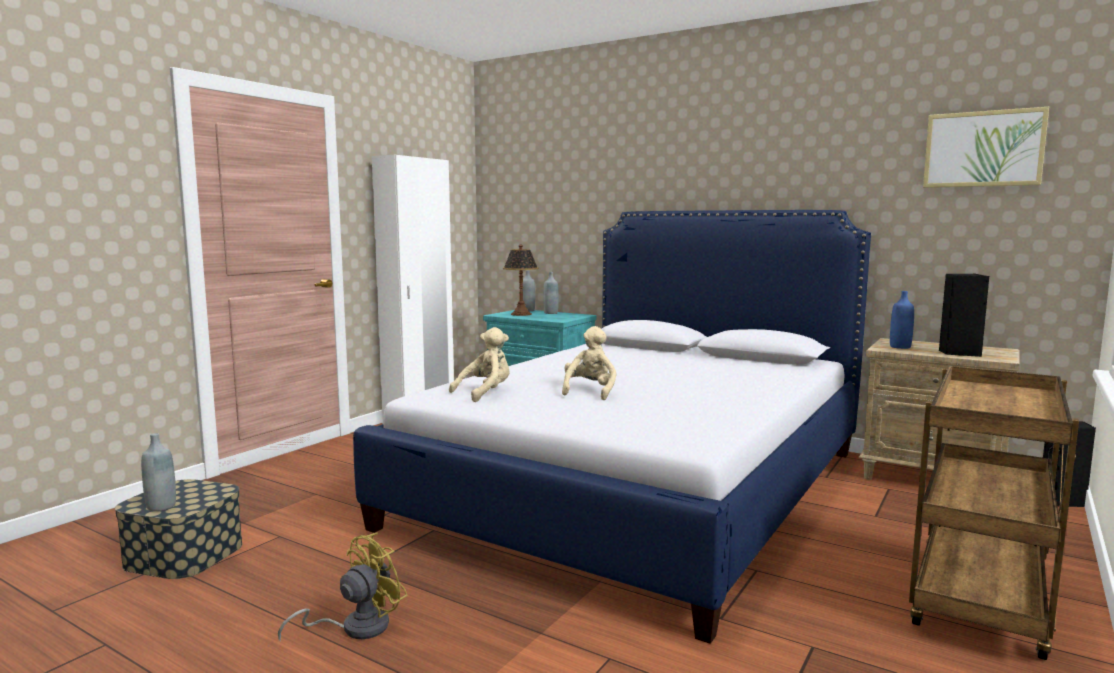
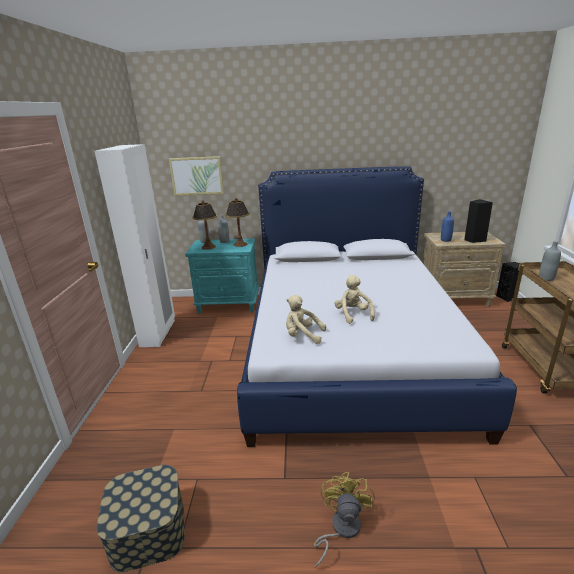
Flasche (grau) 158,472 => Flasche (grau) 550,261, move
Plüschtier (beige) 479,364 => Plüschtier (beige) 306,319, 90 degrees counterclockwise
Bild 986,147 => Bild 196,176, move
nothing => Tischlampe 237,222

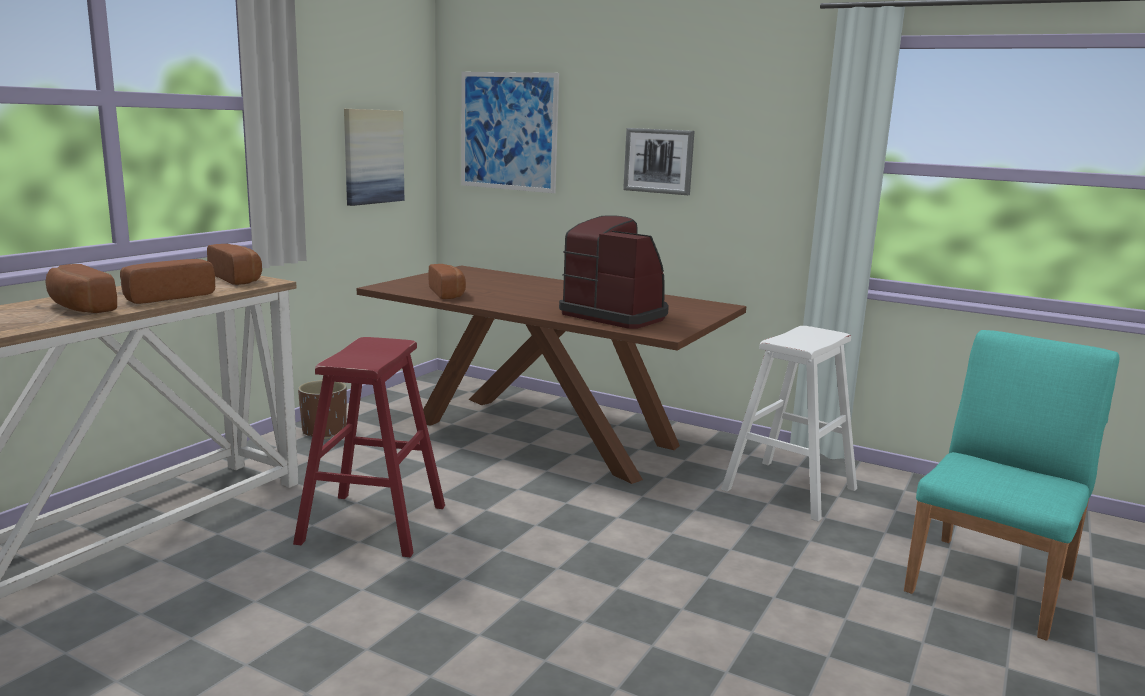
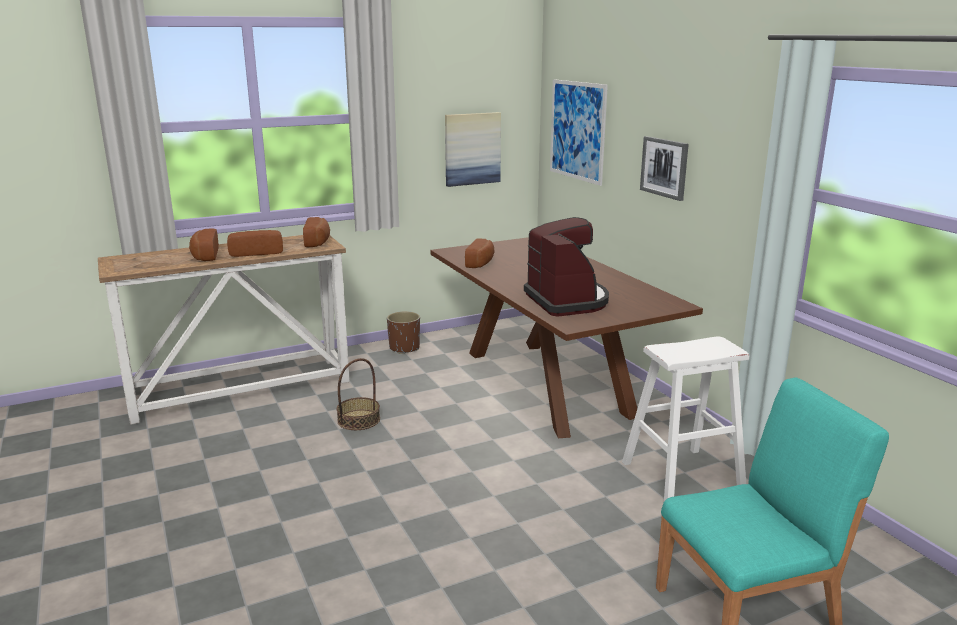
Hocker (rot) 369,447 => Korb 358,394

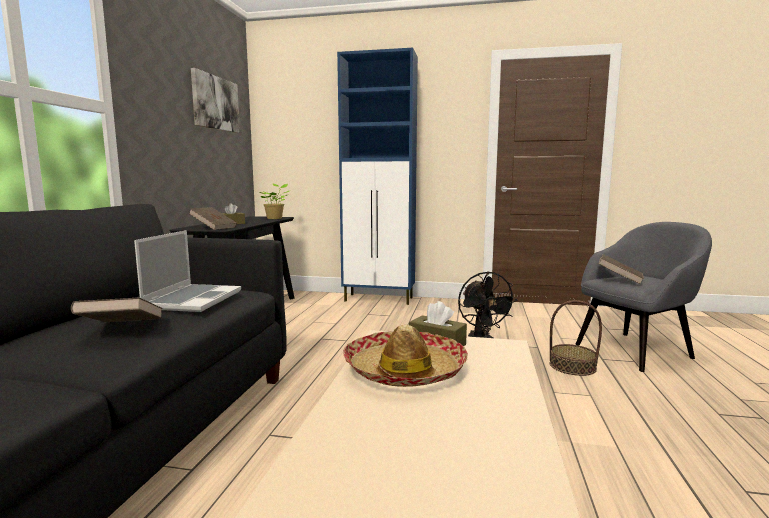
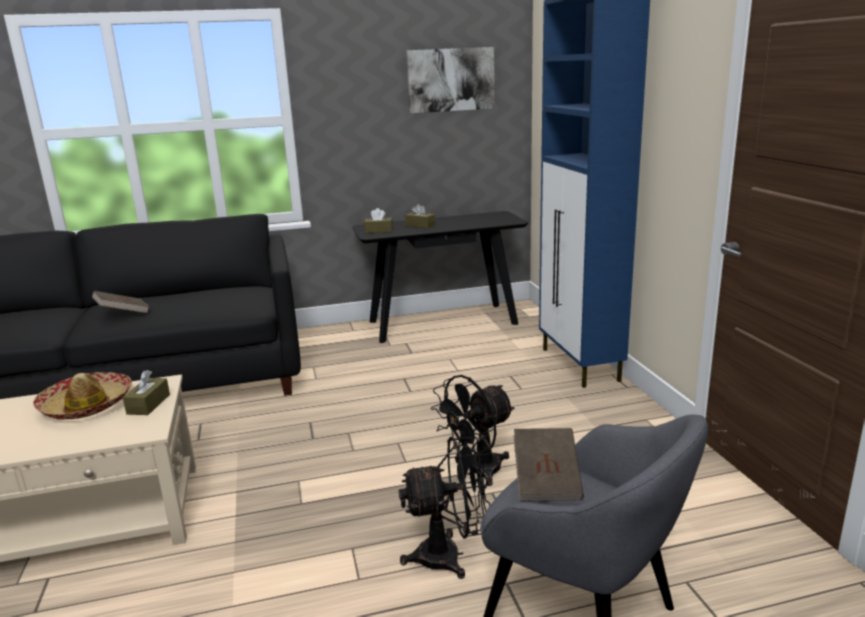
Laptop 187,271 => nothing
Buch (braun) 213,218 => Taschentuchbox (braun) 378,221
Topfpflanze 274,201 => nothing
Korb 576,338 => Ventilator (schwarz) 444,507

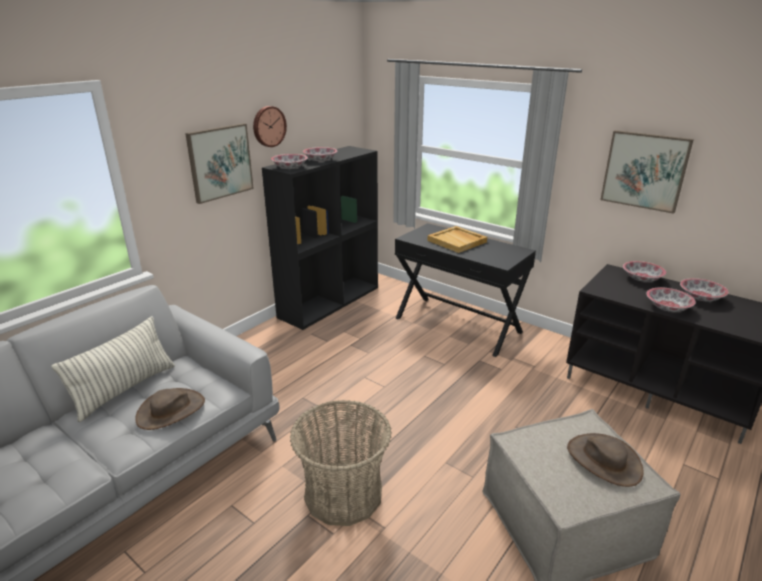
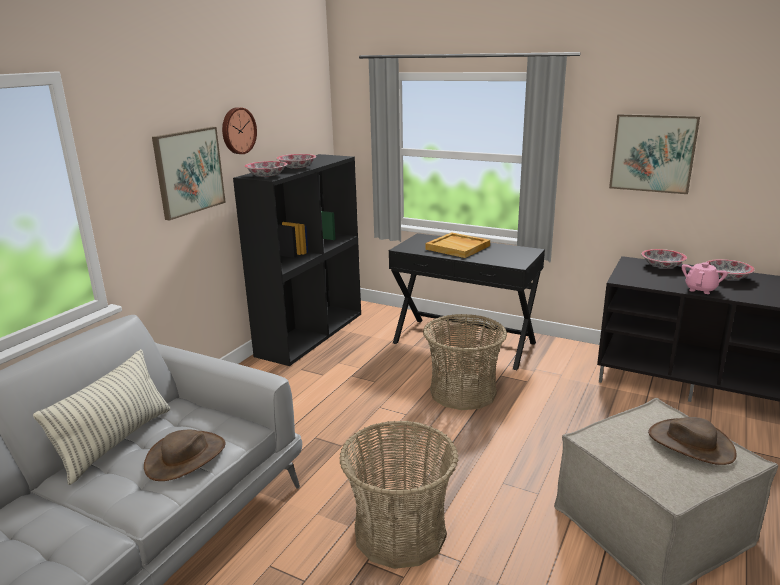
Schüssel 671,299 => Teekanne (rosa) 704,278
nothing => Korb 465,362

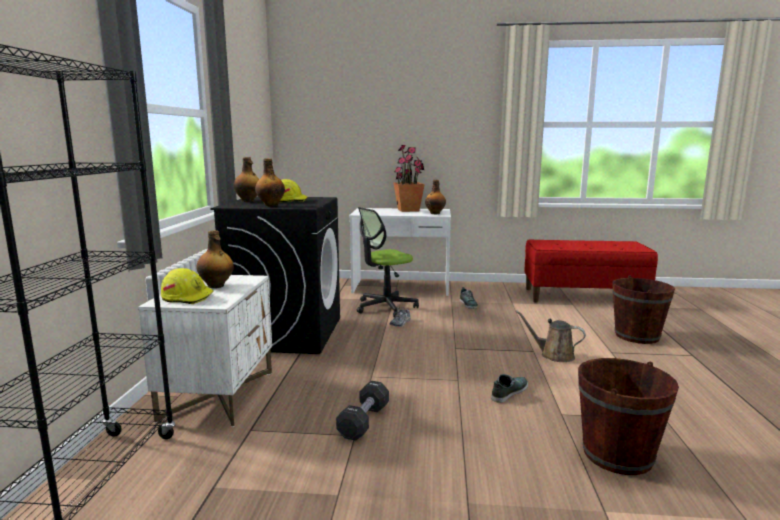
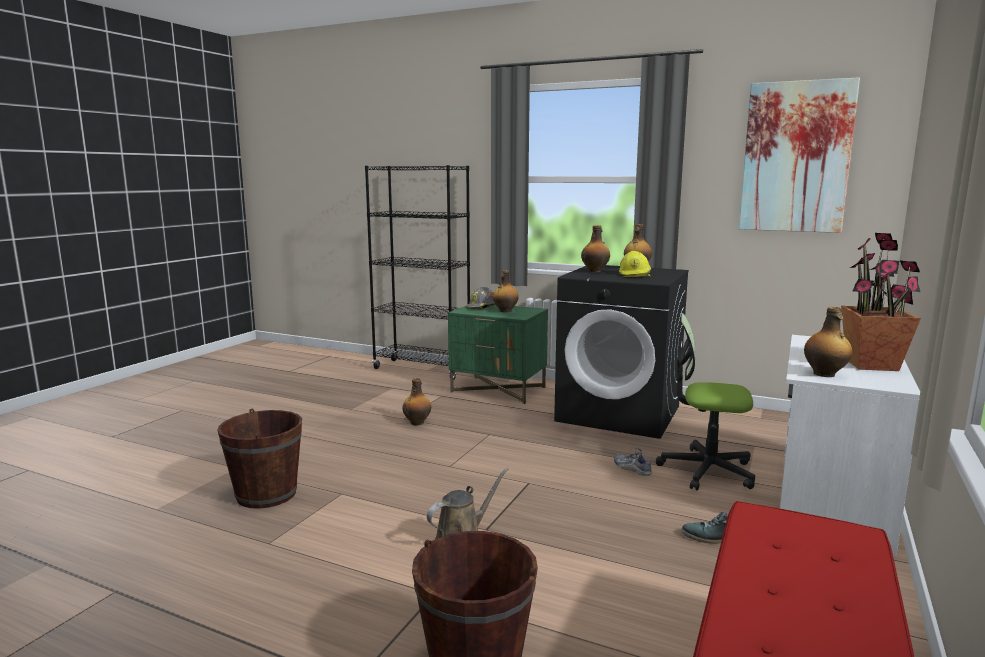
Nachttisch (weiß) 205,350 => Nachttisch (grün) 498,354
Schutzhelm (gelb) 187,286 => Schutzhelm (grau) 480,298
Hantel (schwarz) 362,411 => Flasche 416,402
Bürostuhl 388,262 => Bürostuhl 705,401, 60 degrees counterclockwise
Schuh 509,388 => nothing
nothing => Bild 799,155

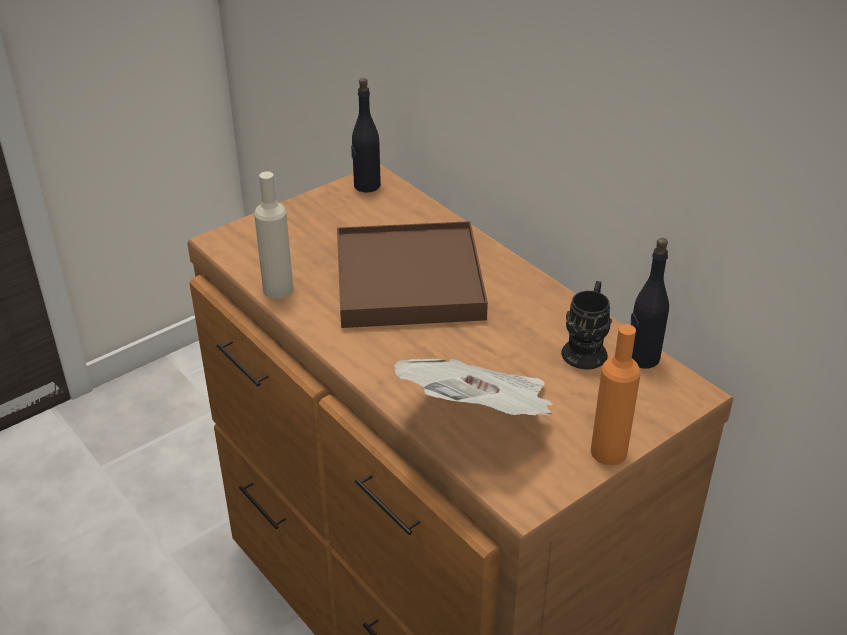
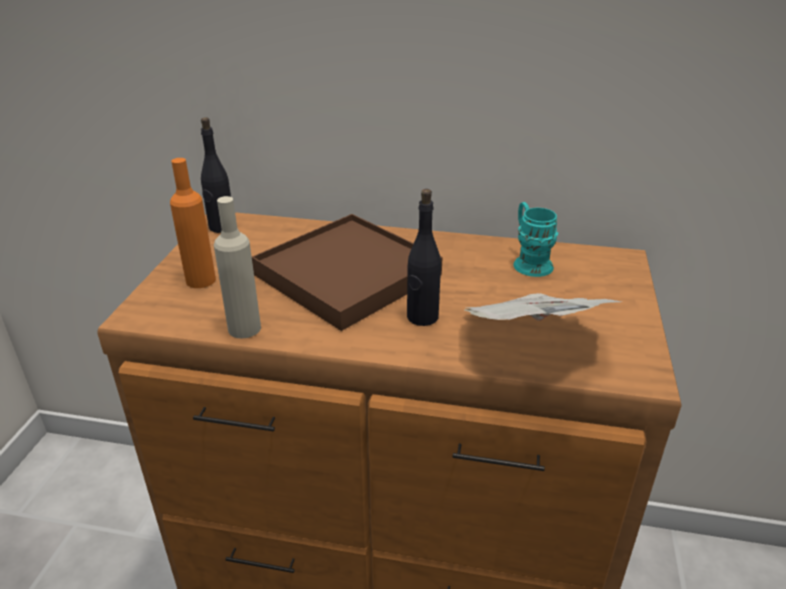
Henkelbecher (schwarz) 586,325 => Henkelbecher (türkis) 535,239
Flasche (orange) 616,394 => Flasche (orange) 193,223, move
Flasche (schwarz) 650,303 => Flasche (schwarz) 424,257, move

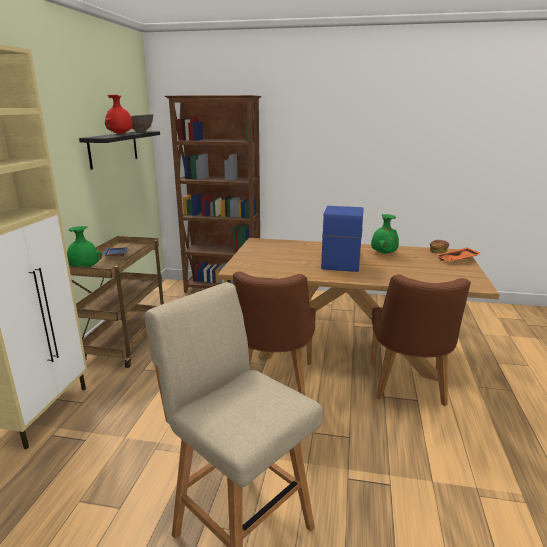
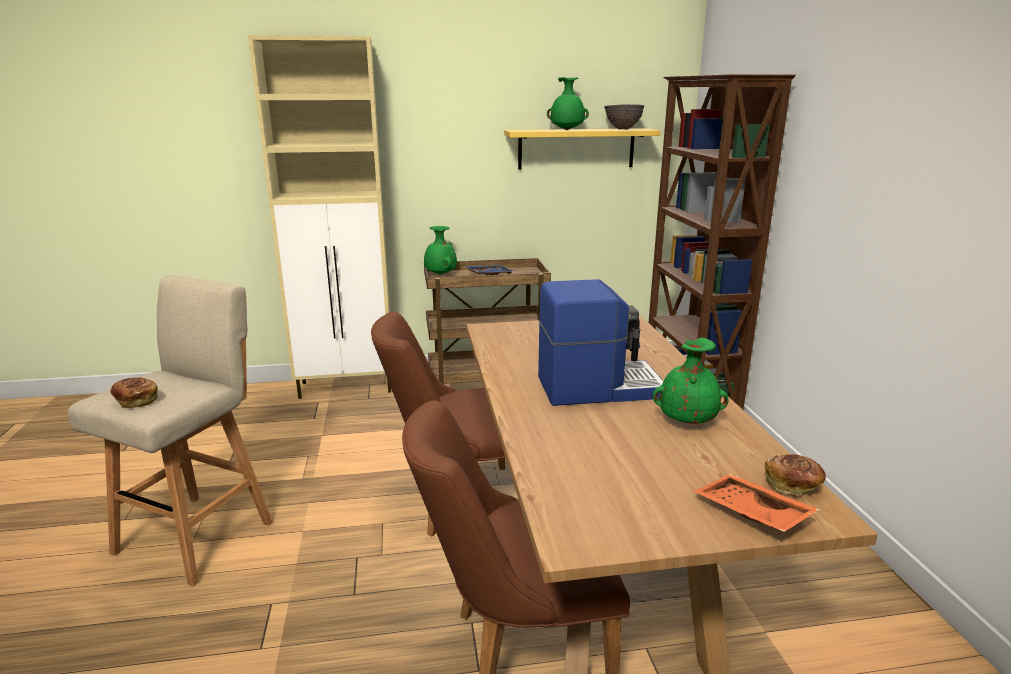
Wandregal (schwarz) 119,150 => Wandregal (gelb) 582,148
Vase (rot) 118,115 => Vase (grün) 568,103
nothing => Brot 134,392

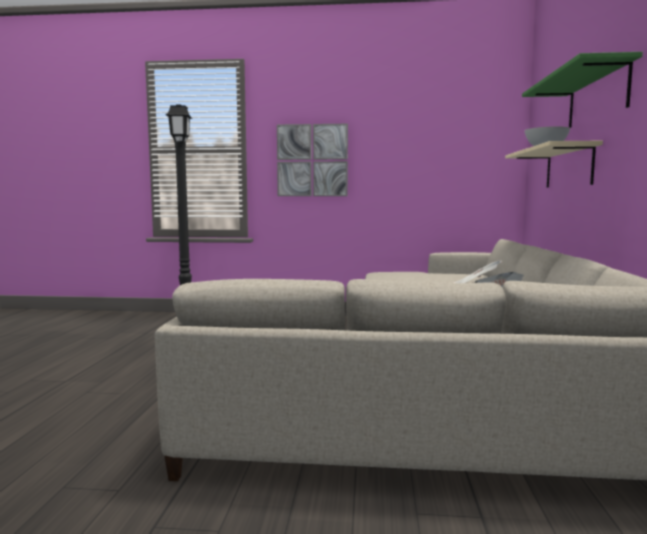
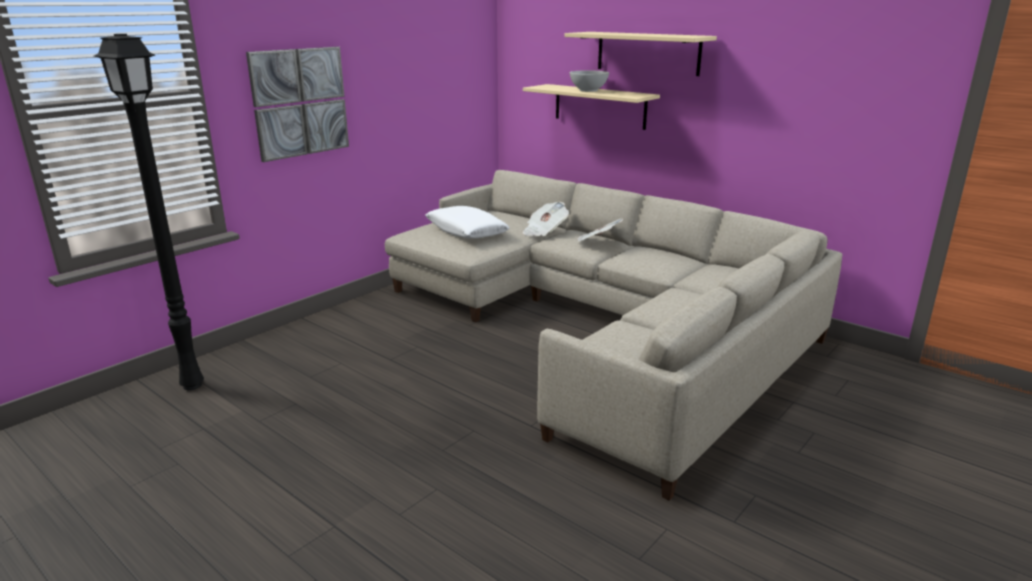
Wandregal (grün) 582,90 => Wandregal (beige) 640,54
nothing => Kissen (weiß) 467,222

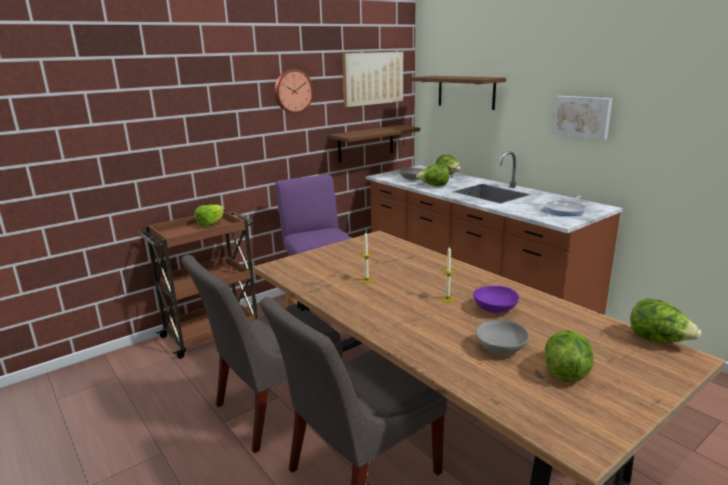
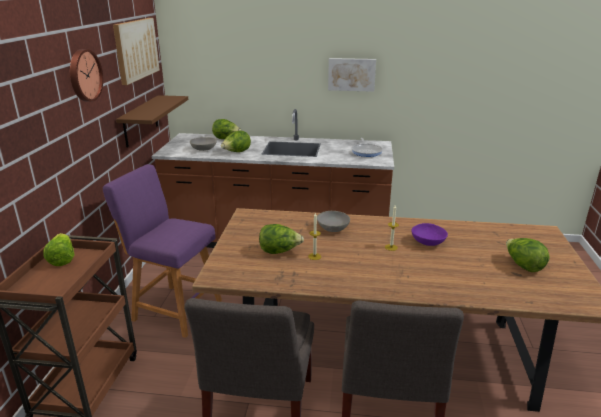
Wandregal (braun) 458,93 => nothing
Schüssel (grau) 502,337 => Schüssel (grau) 333,221, move
Salatkopf 665,320 => Salatkopf 281,239, move

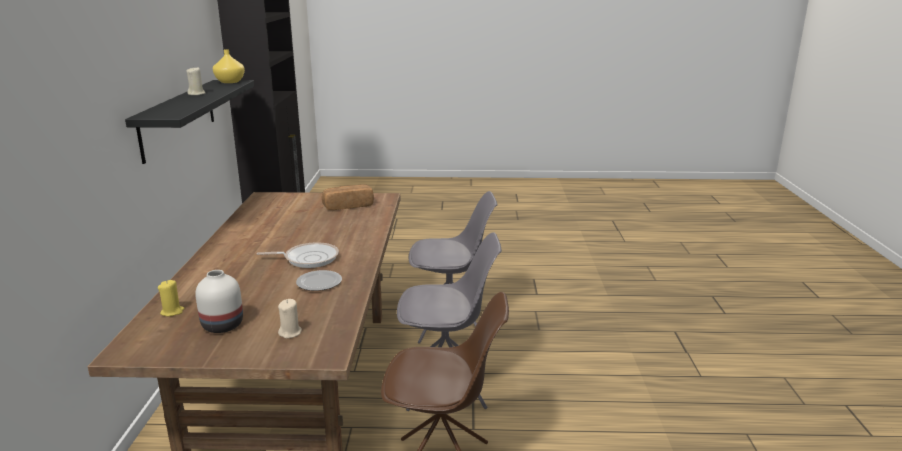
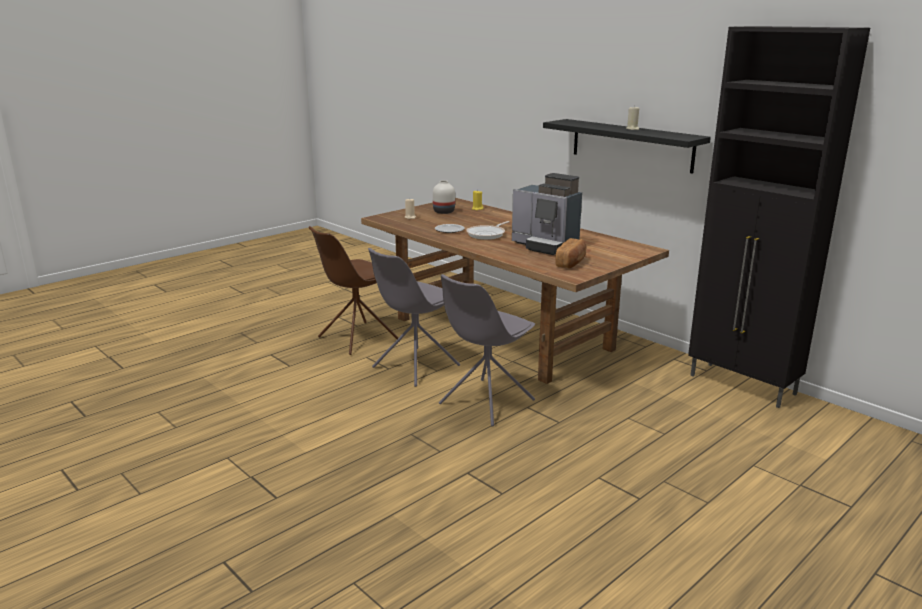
Vase (gelb) 229,66 => nothing
nothing => Kaffeemaschine 547,214

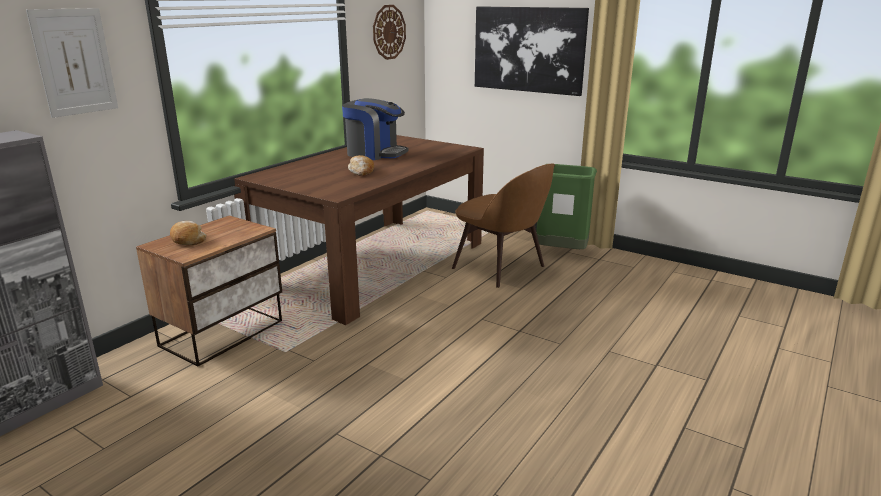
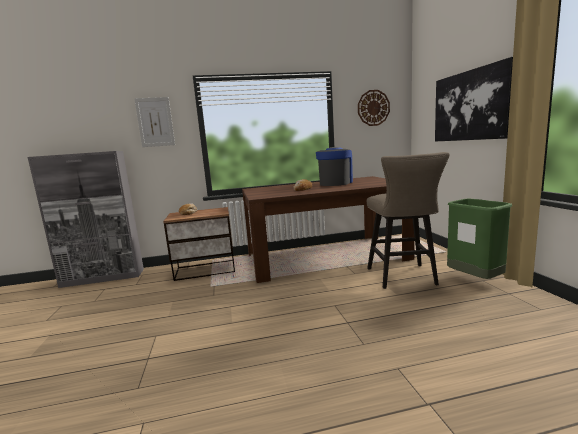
Kaffeemaschine 375,129 => Kaffeemaschine 334,166, 135 degrees counterclockwise
Stuhl (braun) 503,226 => Hocker (beige) 408,220

